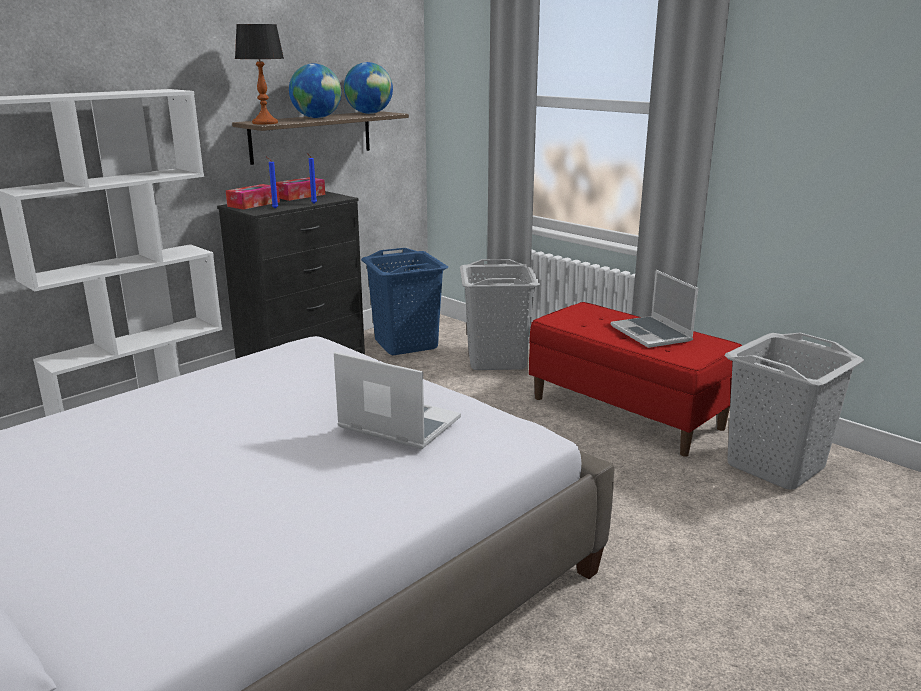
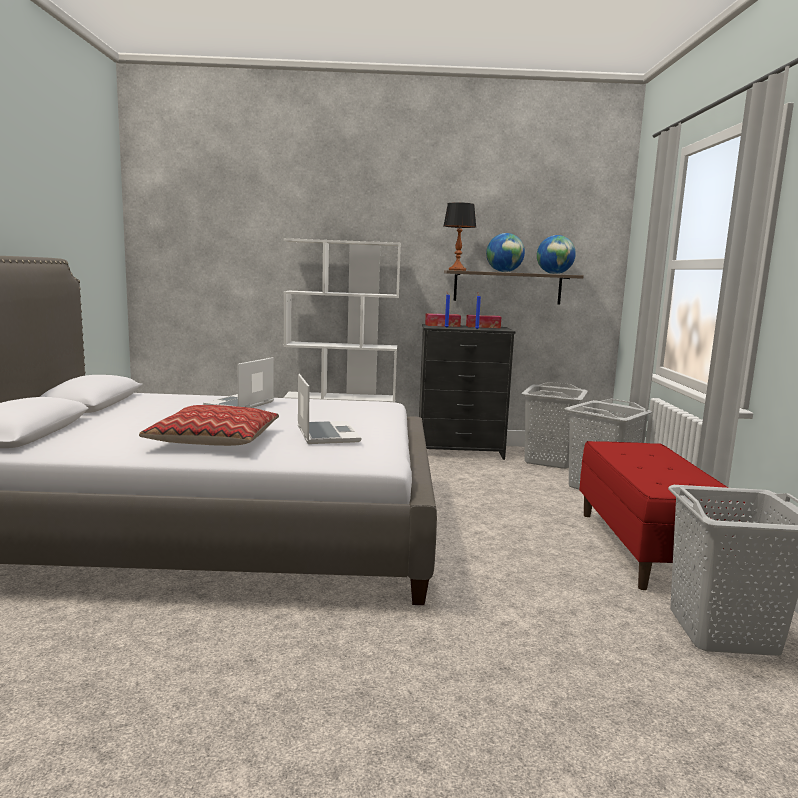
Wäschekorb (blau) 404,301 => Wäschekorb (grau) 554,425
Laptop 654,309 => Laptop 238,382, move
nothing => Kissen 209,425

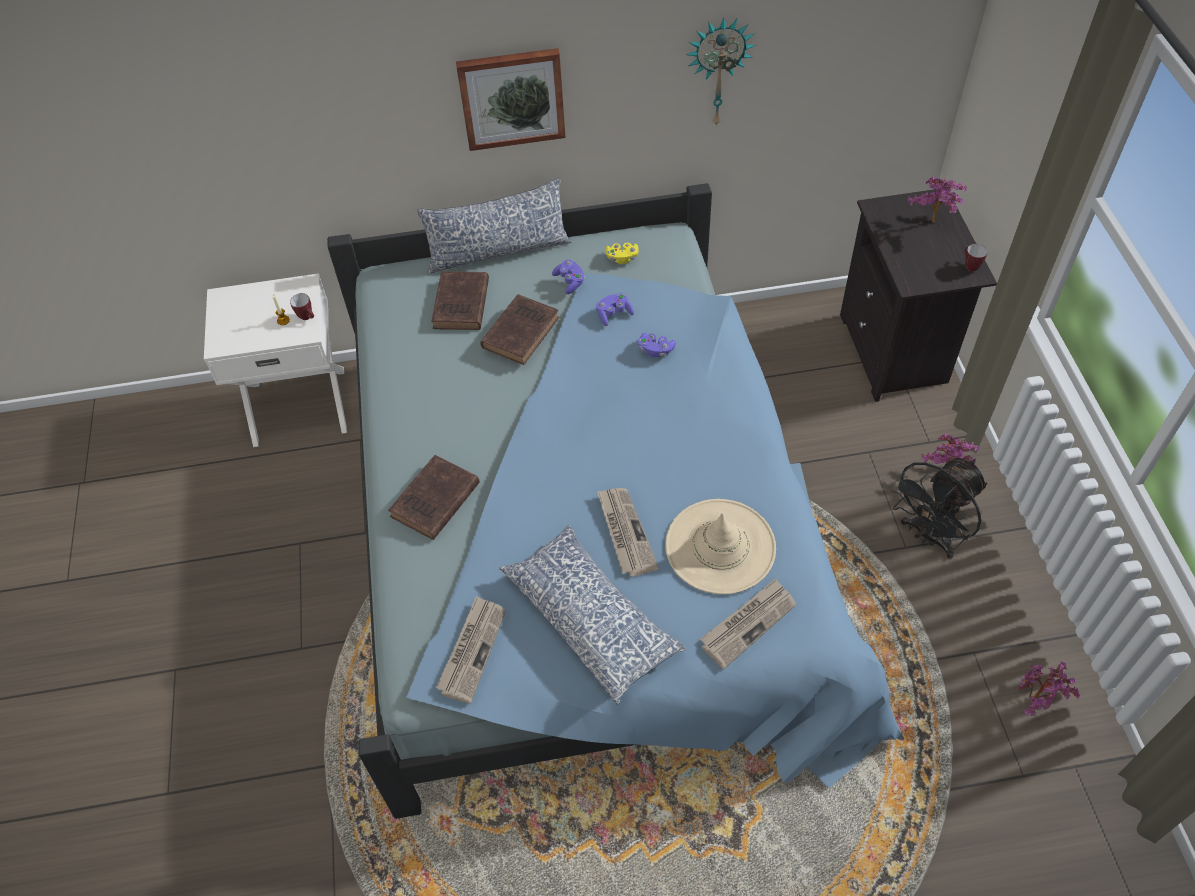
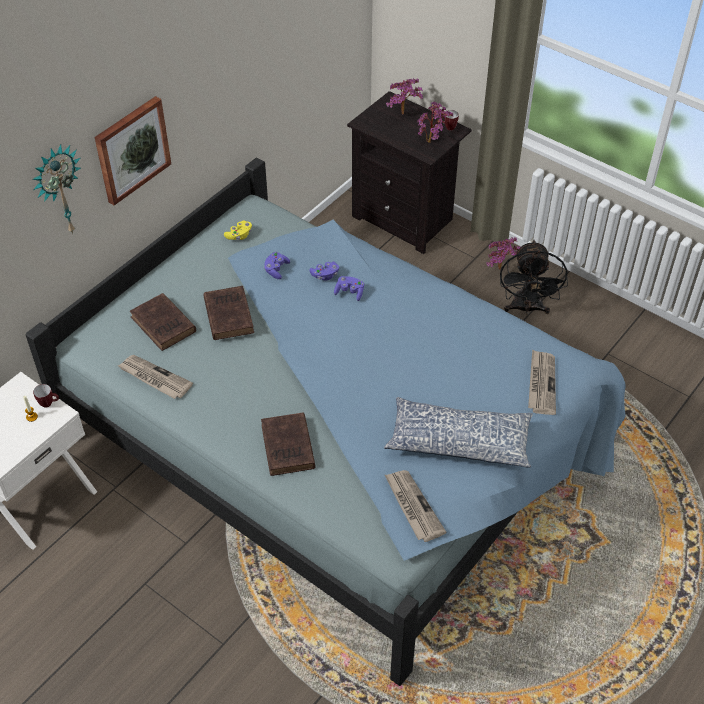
Kissen 494,226 => nothing
Gamepad (lila) 568,277 => Gamepad (lila) 349,288, move
Zeitung 628,532 => Zeitung 155,377, move
Hut (beige) 720,546 => nothing
Wanduhr 721,72 => Wanduhr 56,189, move
Topfpflanze 1049,688 => Topfpflanze 435,122, move

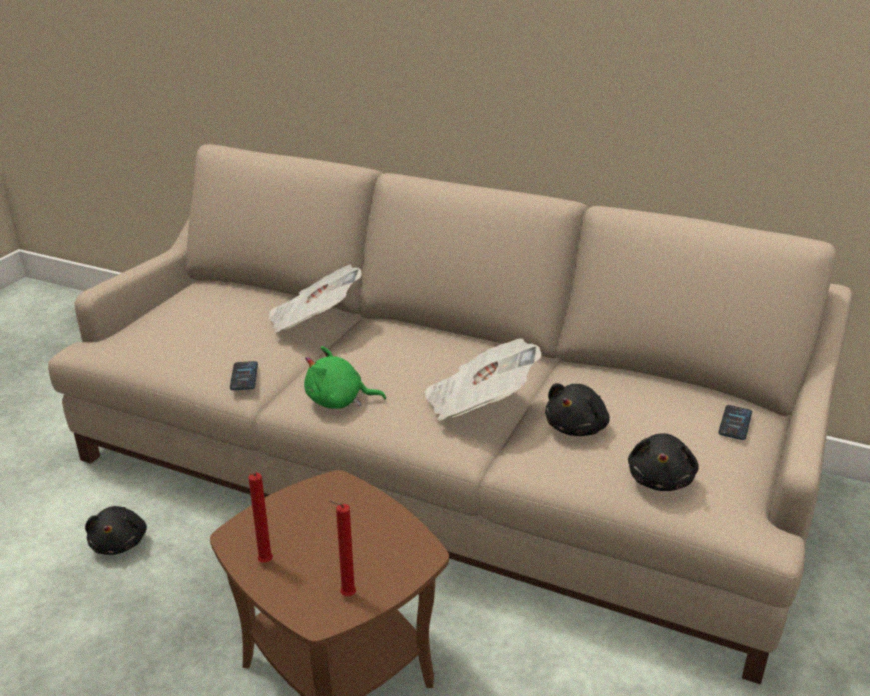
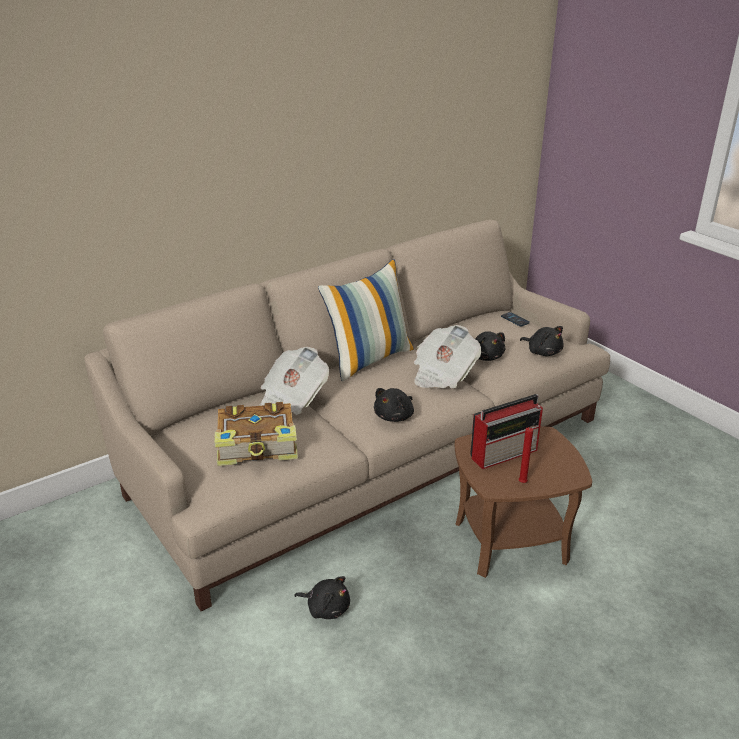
Handy 244,375 => nothing
Plüschtier (grün) 345,377 => Plüschtier (schwarz) 394,405
Kerze (rot) 342,548 => nothing
nothing => Buch 256,434
nothing => Kissen 366,320
nothing => Radio 506,431

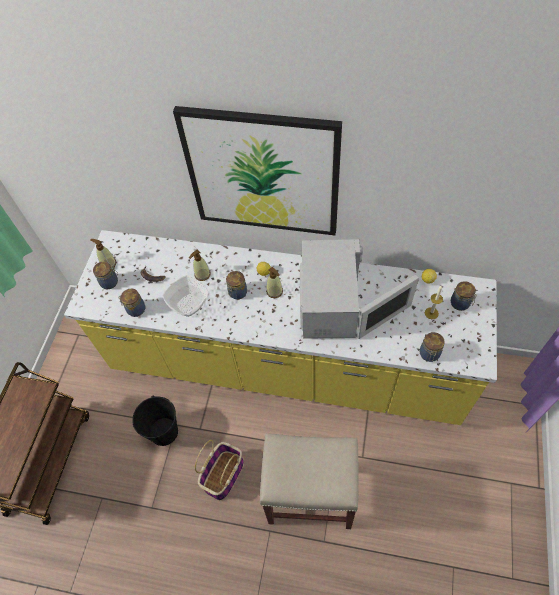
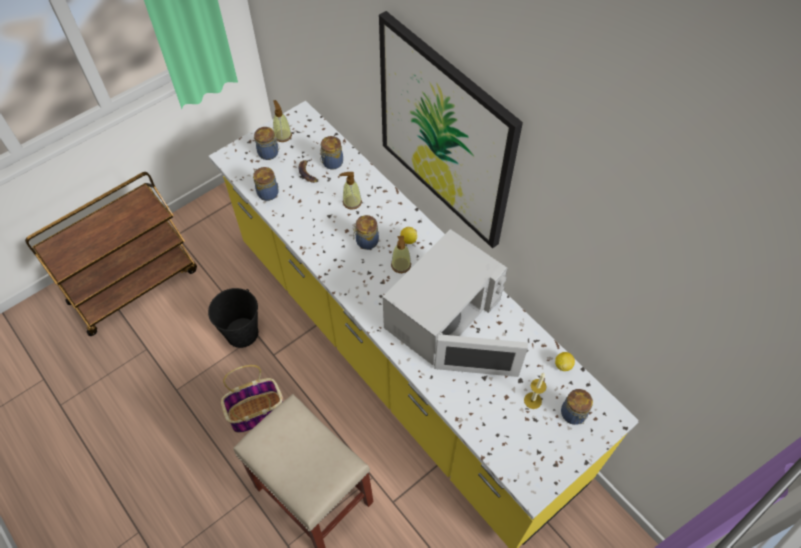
Schüssel 185,296 => nothing
Vorratsglas 432,347 => Vorratsglas 331,153, move

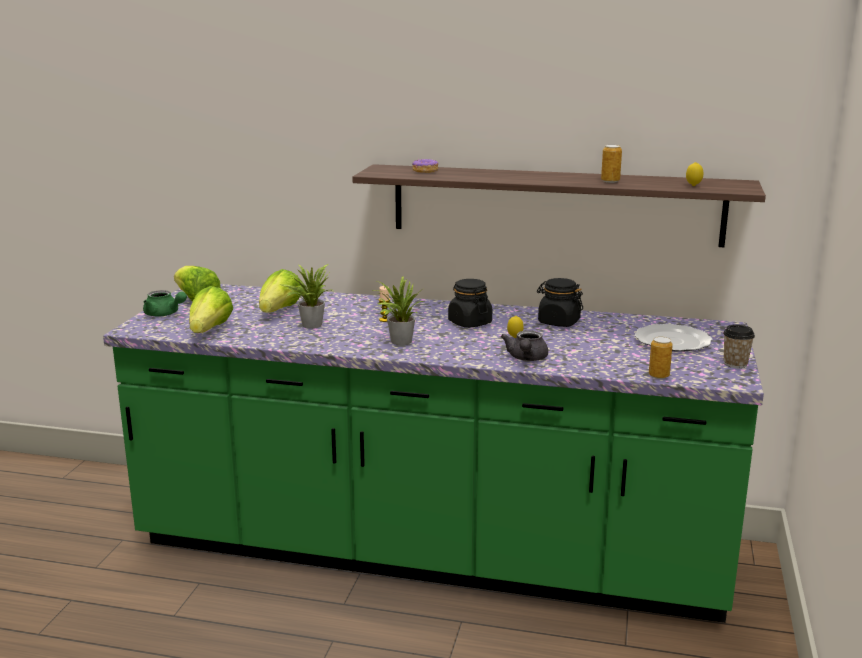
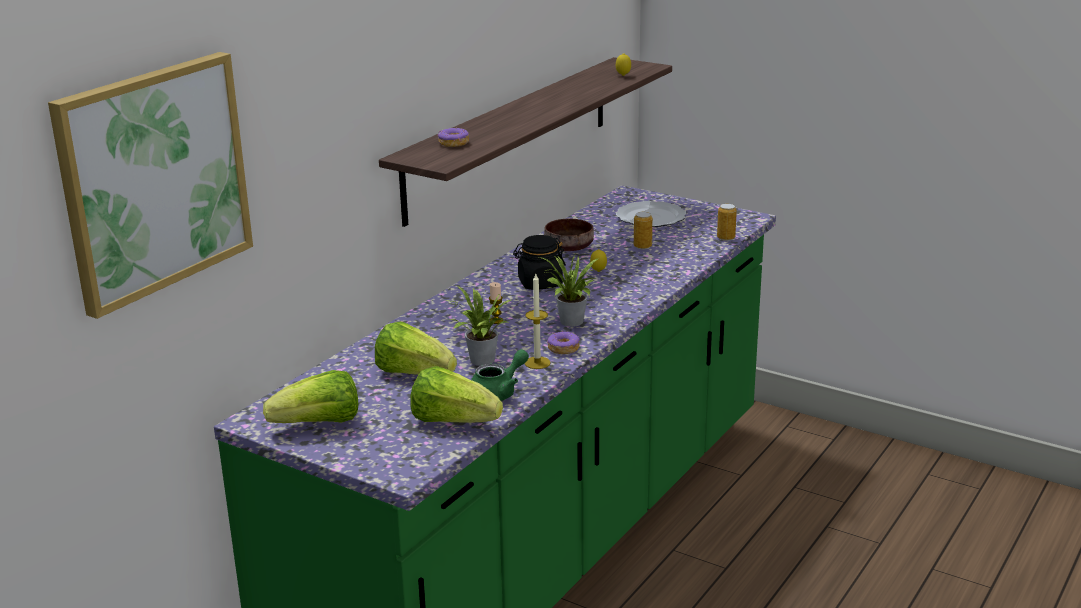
Teekanne (grün) 165,303 => Teekanne (grün) 500,375, move
Teekanne (grau) 524,345 => nothing
Vorratsglas (schwarz) 560,302 => Schüssel (braun) 569,234
Dose 611,164 => Dose 643,230, move
Tasse 739,346 => nothing
nothing => Bild 150,185
nothing => Kerze 538,321
nothing => Donut 563,342

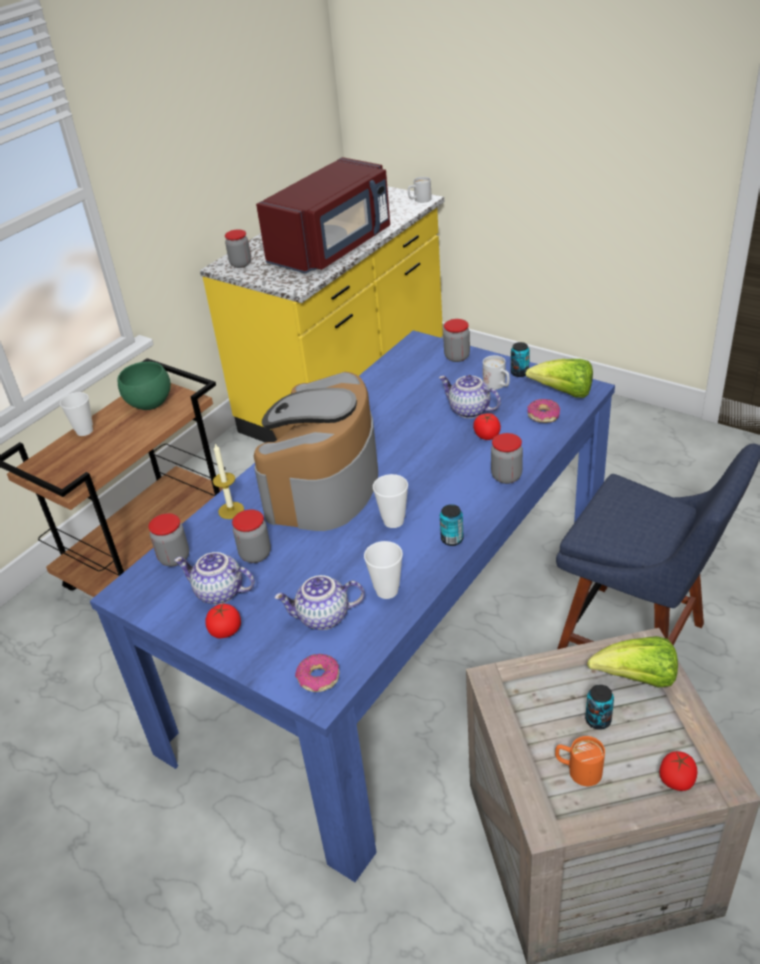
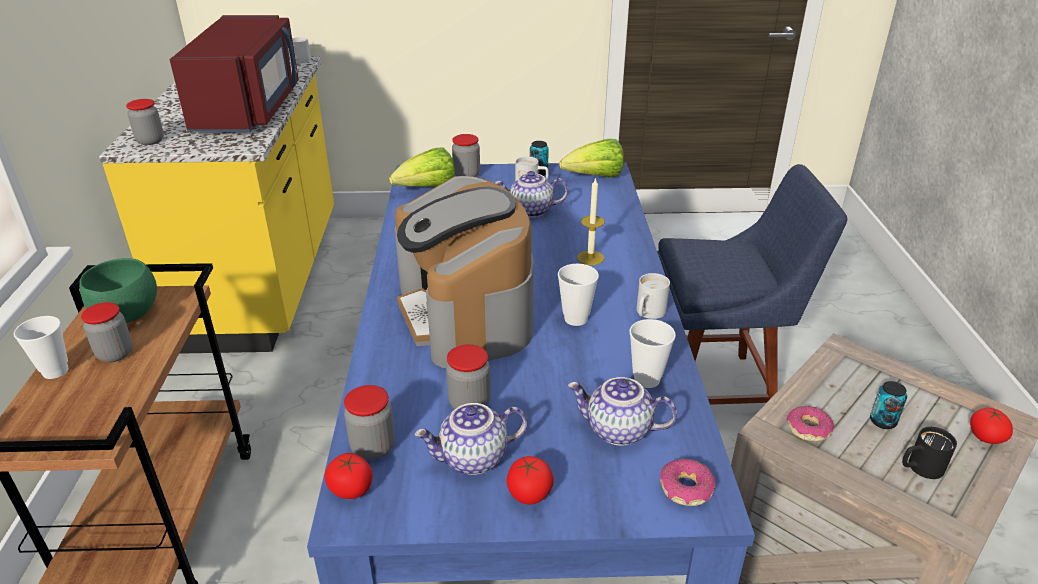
Kerze 228,481 => Kerze 591,221, move
Teekanne 319,602 => Teekanne 622,411, 60 degrees clockwise
Dose 452,525 => Henkelbecher (weiß) 653,296
Tomate 487,426 => Tomate 348,476, move
Vorratsglas 507,458 => Vorratsglas 107,332, move
Donut 543,411 => Donut 811,424, move
Henkelbecher (orange) 580,761 => Henkelbecher (schwarz) 929,453
Salatkopf 632,662 => Salatkopf 422,167, move

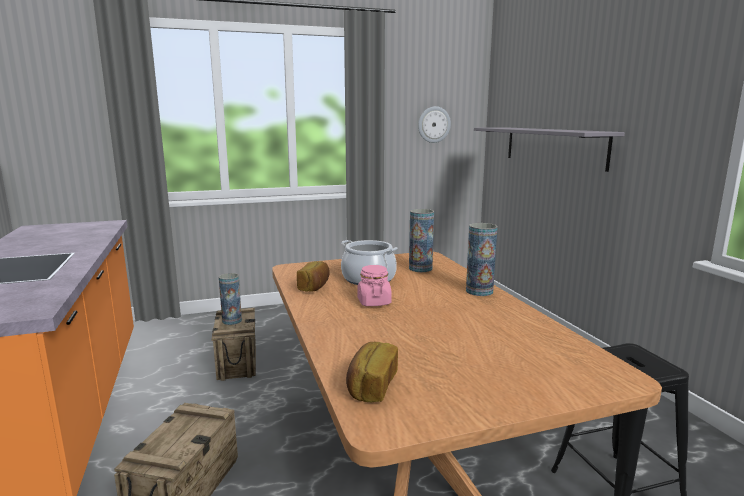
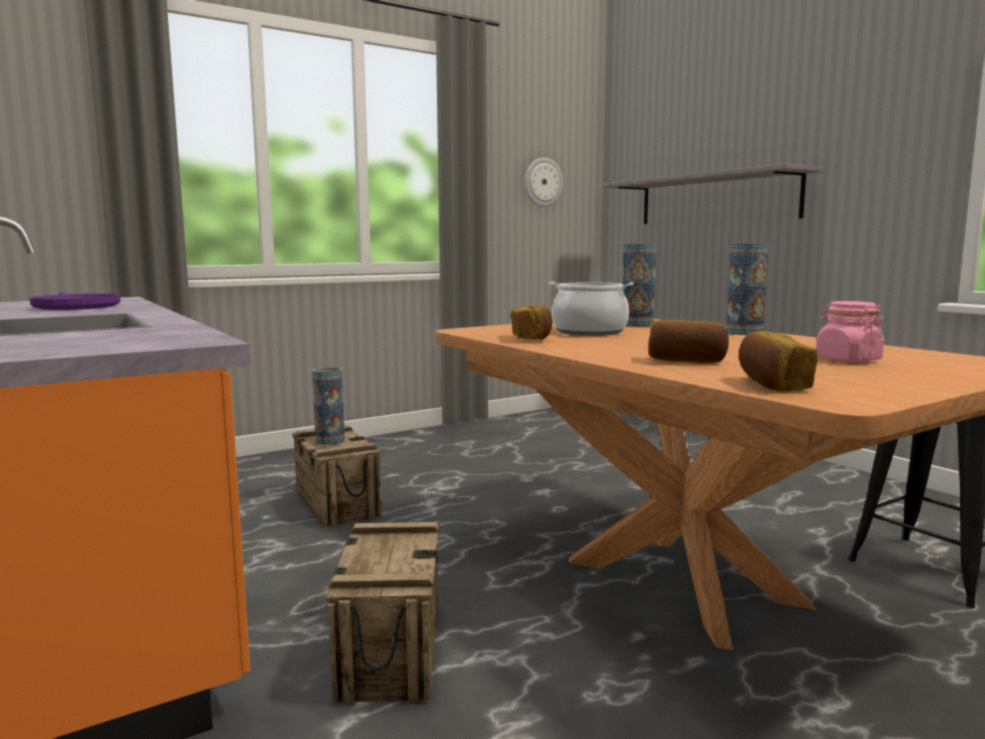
Vorratsglas (rosa) 375,285 => Vorratsglas (rosa) 850,332, move
nothing => Pfanne (lila) 75,300
nothing => Brot 688,341

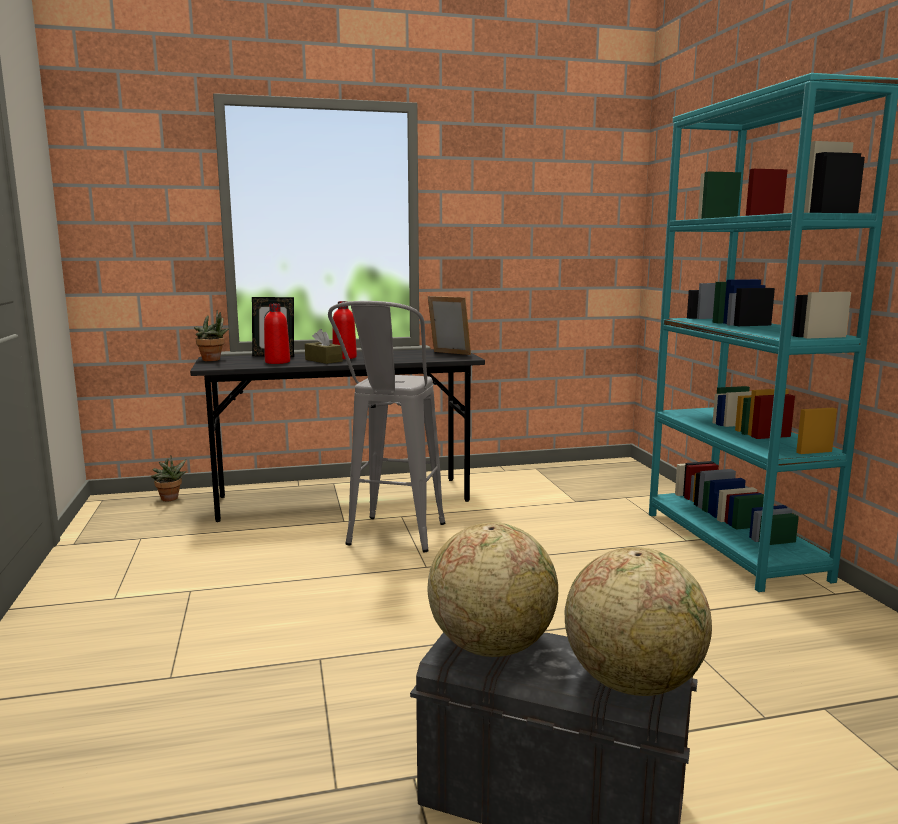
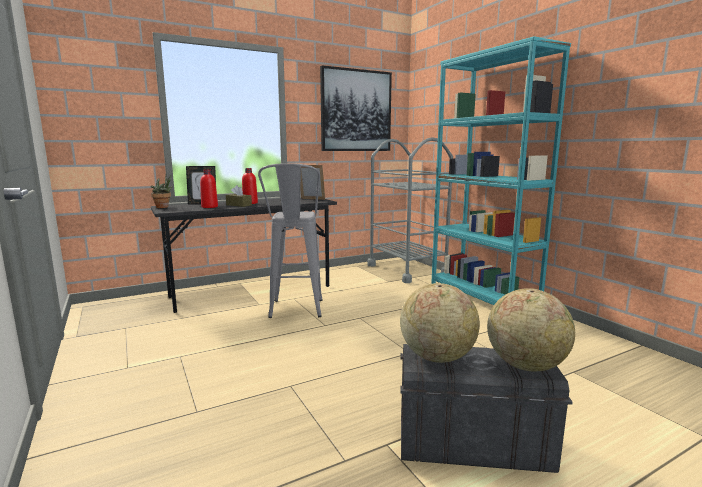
Topfpflanze 169,478 => nothing
nothing => Bild 356,108
nothing => Rollwagen (grau) 410,210

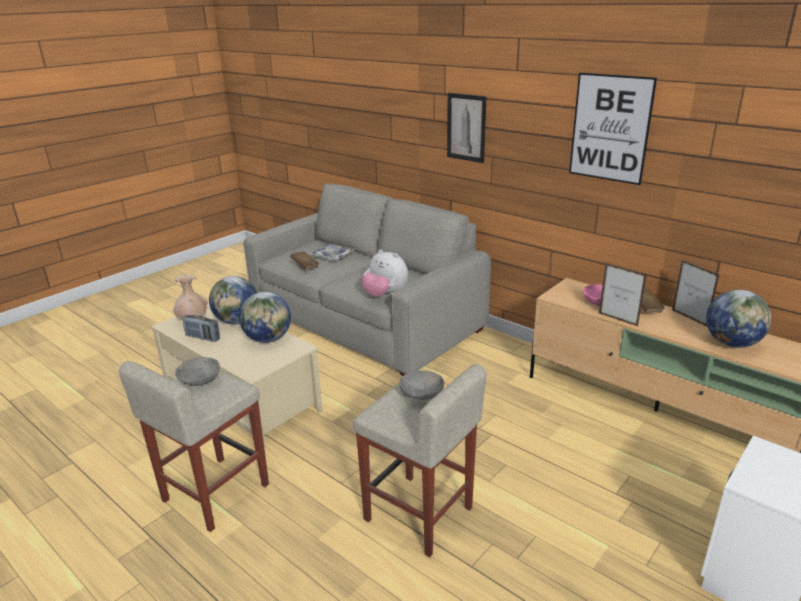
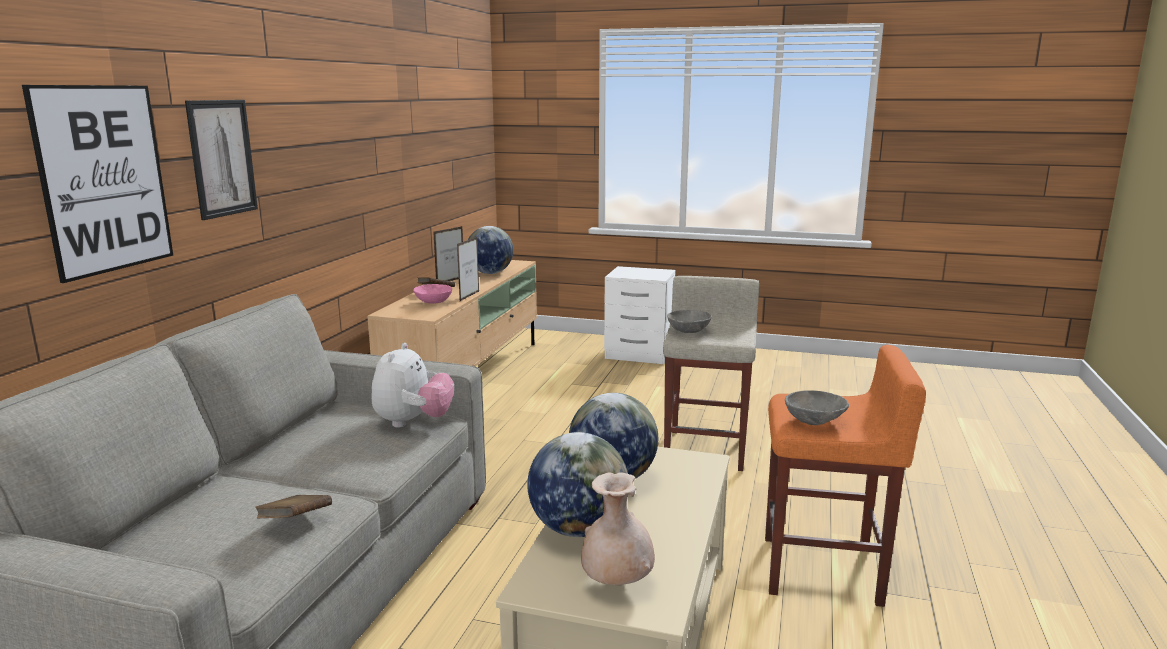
Hocker (beige) 194,446 => Hocker (orange) 845,476
Radio 201,328 => nothing
Tablett 332,252 => nothing
Bild 613,129 => Bild 97,184, move

